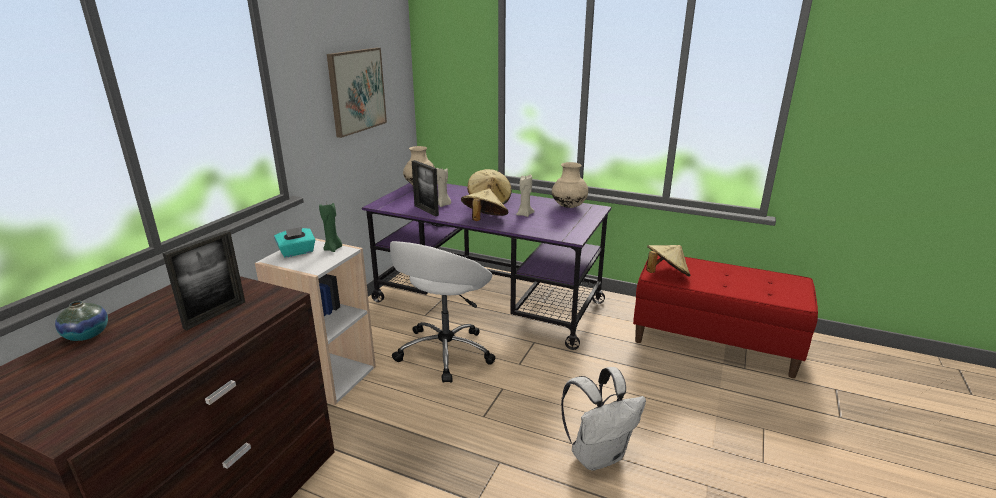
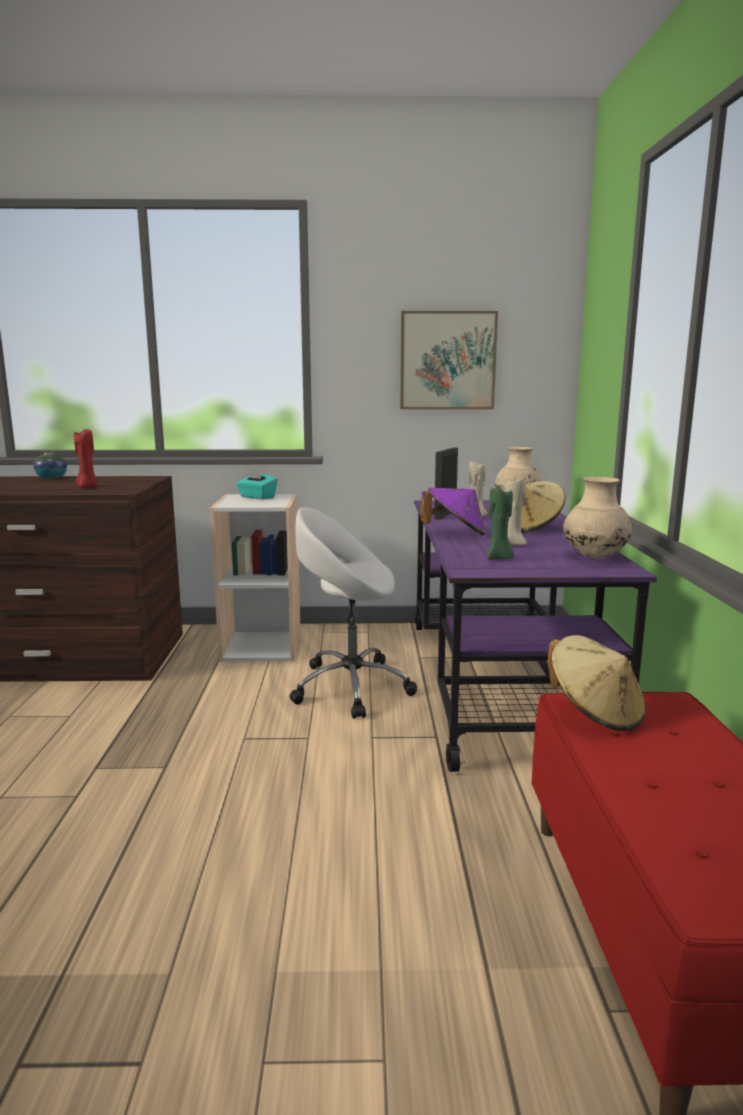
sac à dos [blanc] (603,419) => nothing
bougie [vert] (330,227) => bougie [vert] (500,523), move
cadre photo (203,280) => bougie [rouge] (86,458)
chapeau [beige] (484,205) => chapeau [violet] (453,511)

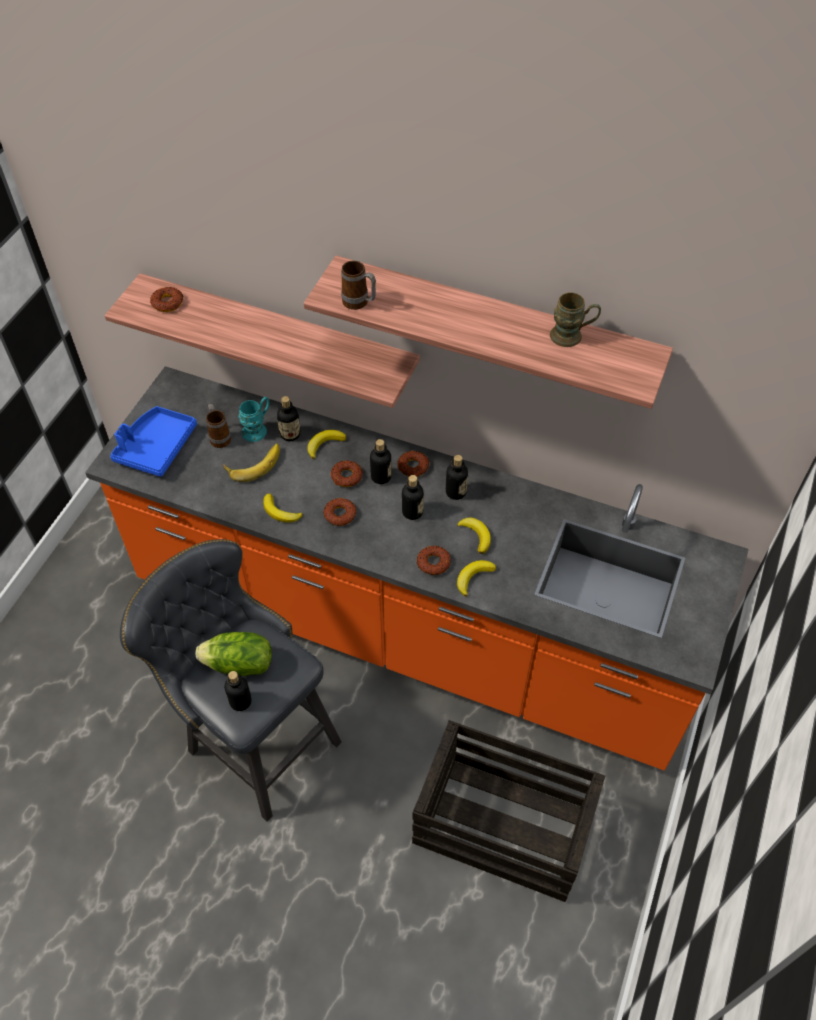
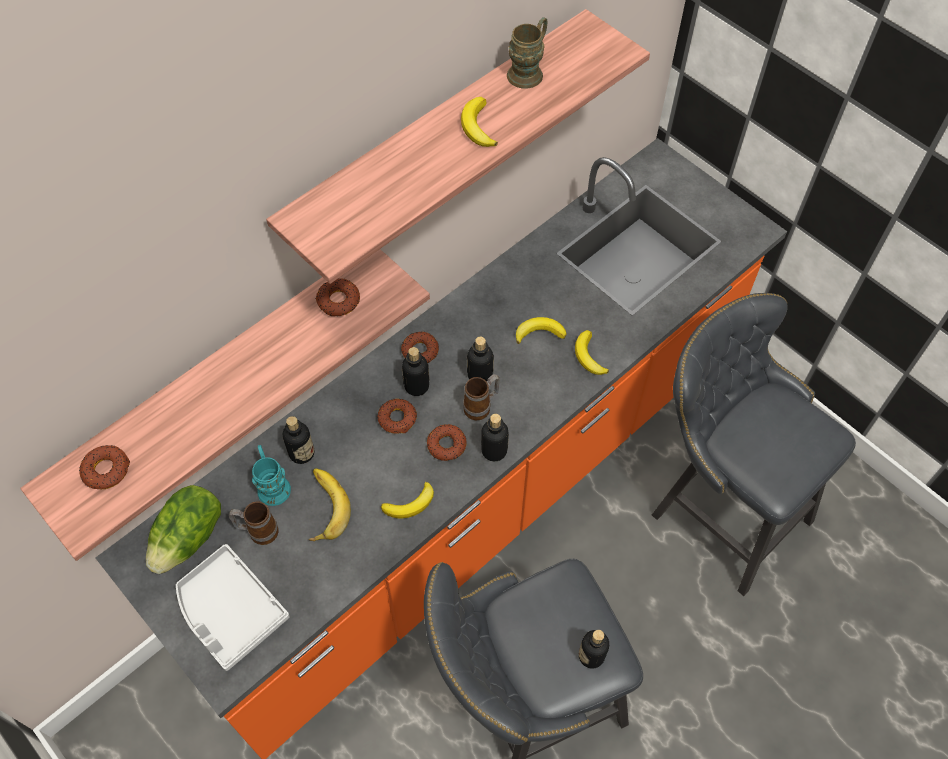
laitue (233,654) => laitue (183,529), move
banane (326,444) => banane (479,122), move
mug (358,285) => mug (481,397), move
beignet (434,560) => beignet (337,297), move
bouteille (457,477) => bouteille (495,437), move
caisse (508,811) => tabouret [gris] (754,444)
plateau [bleu] (153,441) => plateau [gris] (233,607)

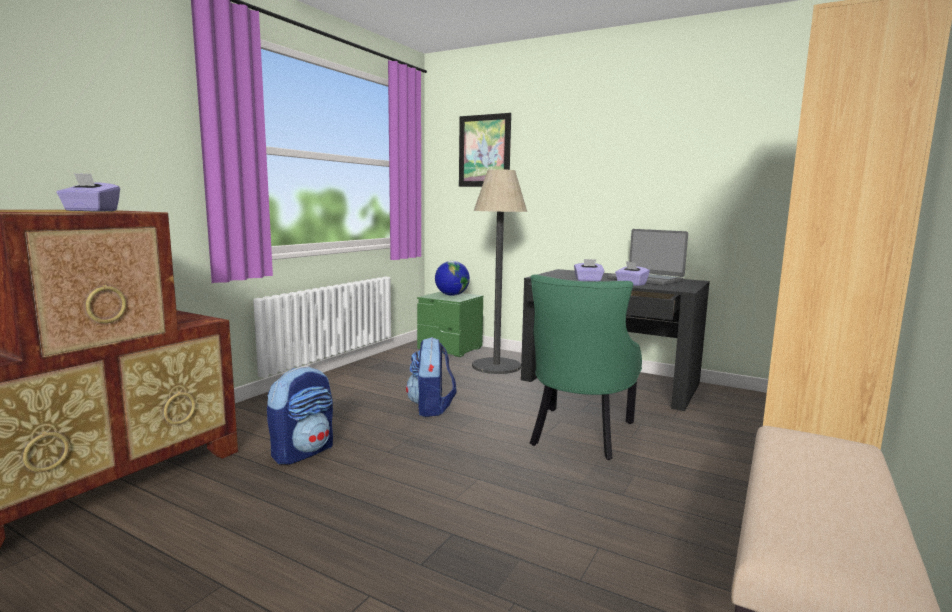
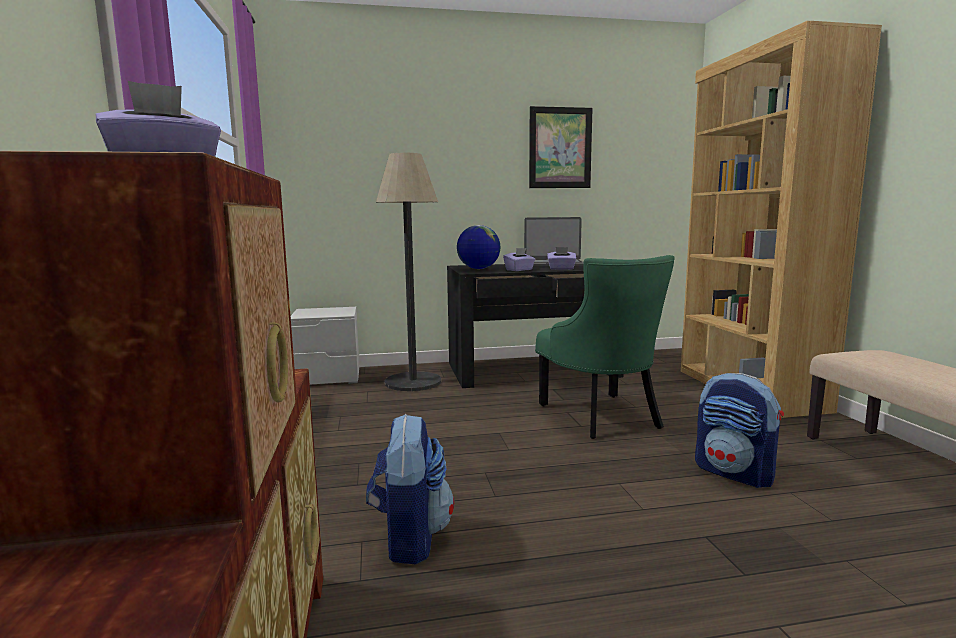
sac à dos (431,377) => sac à dos (739,430), move
globe (452,278) => globe (478,247), move
tableau (485,150) => tableau (561,147), move
table de chevet [vert] (450,324) => table de chevet [blanc] (325,346)

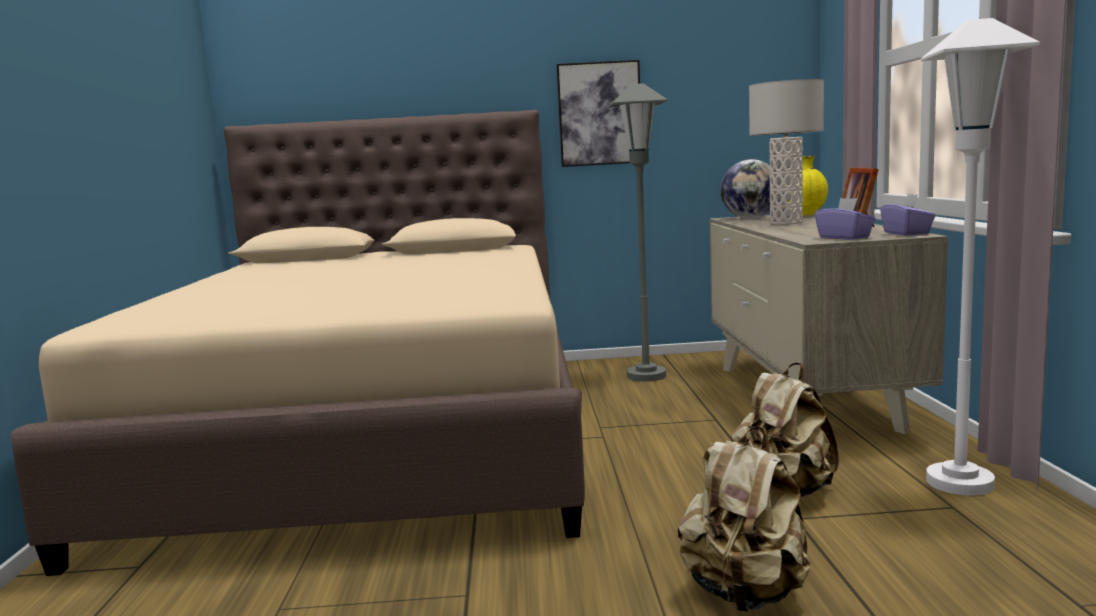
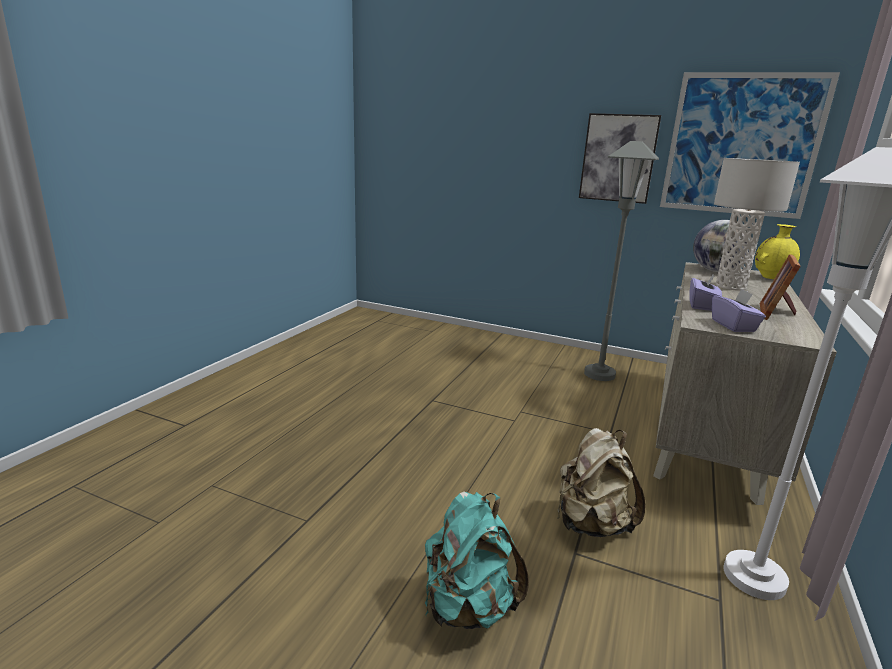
lit [beige] (297,343) => nothing
nothing => tableau (750,145)
boîte à mouchoirs [violet] (908,215) => boîte à mouchoirs [violet] (705,292), move
sac à dos [beige] (744,519) => sac à dos [turquoise] (477,560)

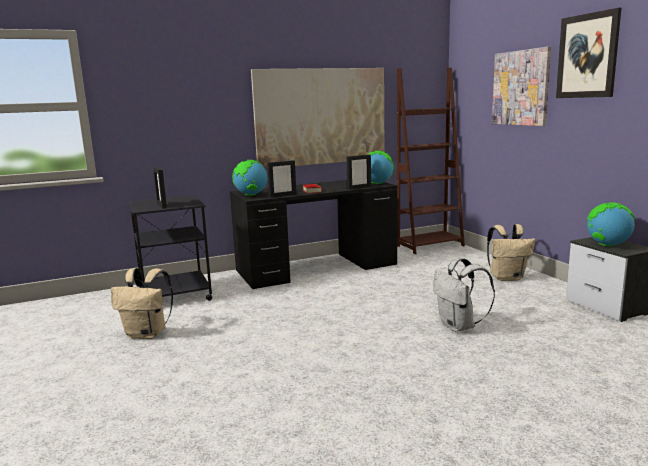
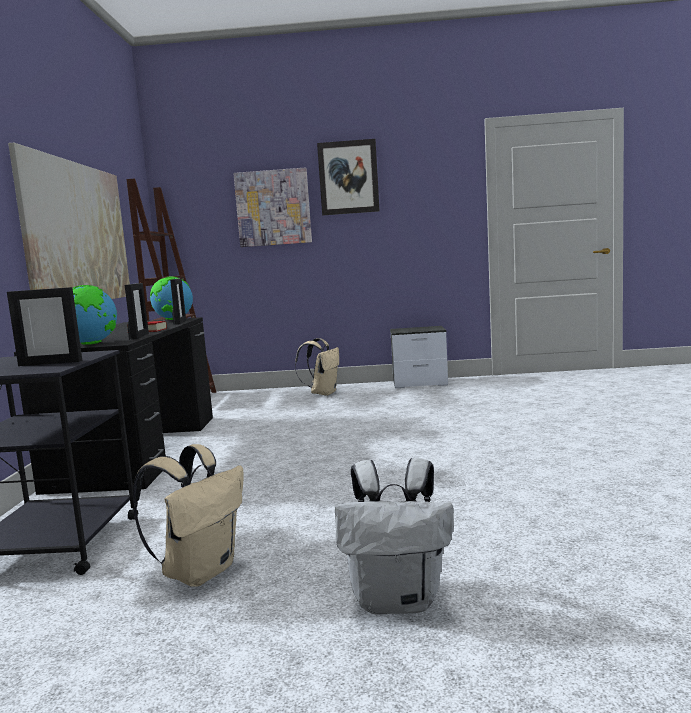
globe (611,224) => nothing
sac à dos [blanc] (464,295) => sac à dos [blanc] (394,536), move

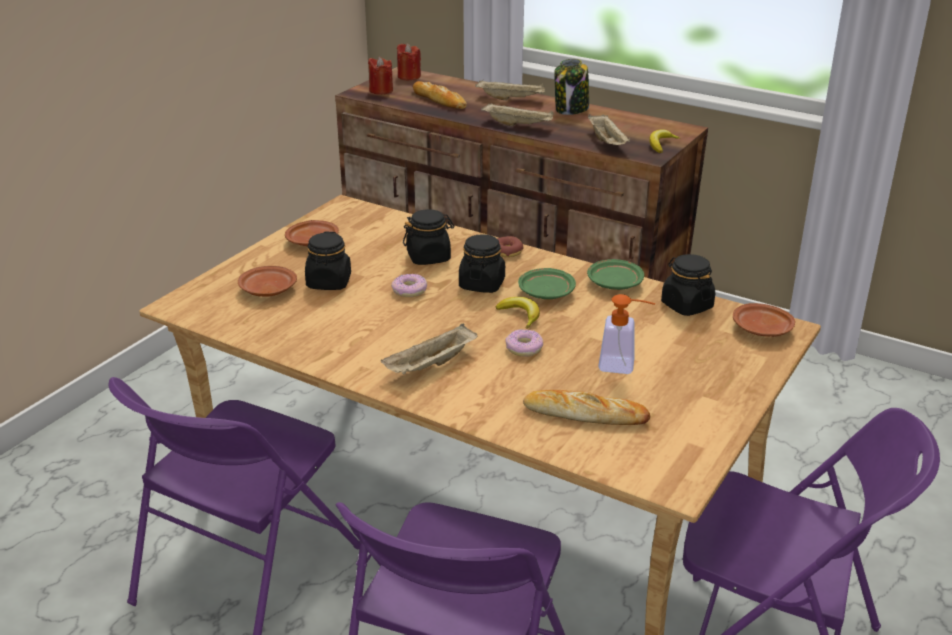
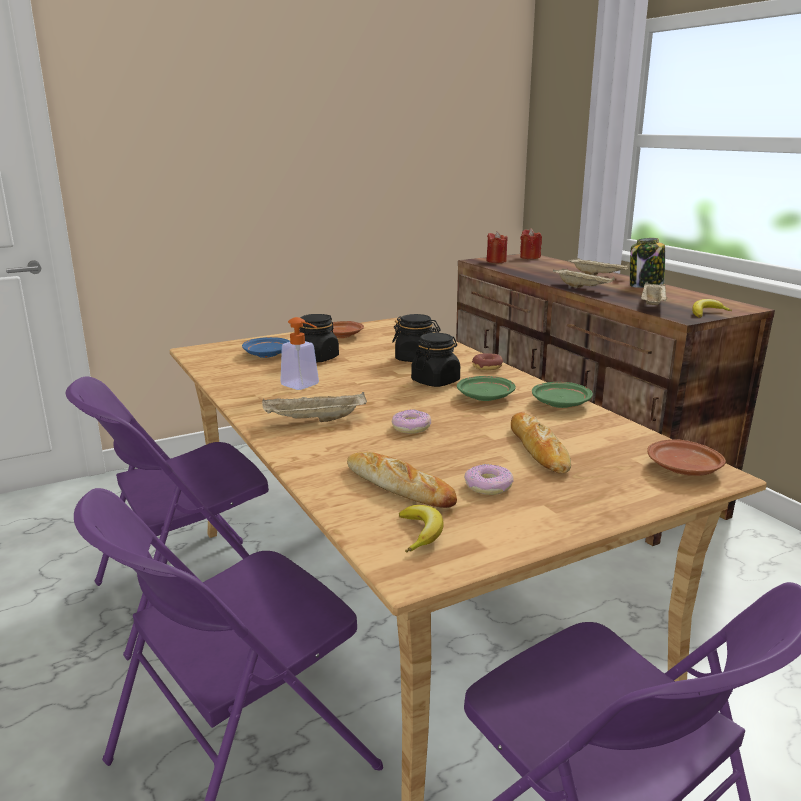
bocal [noir] (688,285) => nothing
beignet (409,285) => beignet (489,479), move
pain (440,95) => pain (541,443), move
banane (518,313) => banane (421,528), move
distributeur de savon (627,334) => distributeur de savon (299,353), move
assiette [marron] (267,281) => assiette [bleu] (266,347)

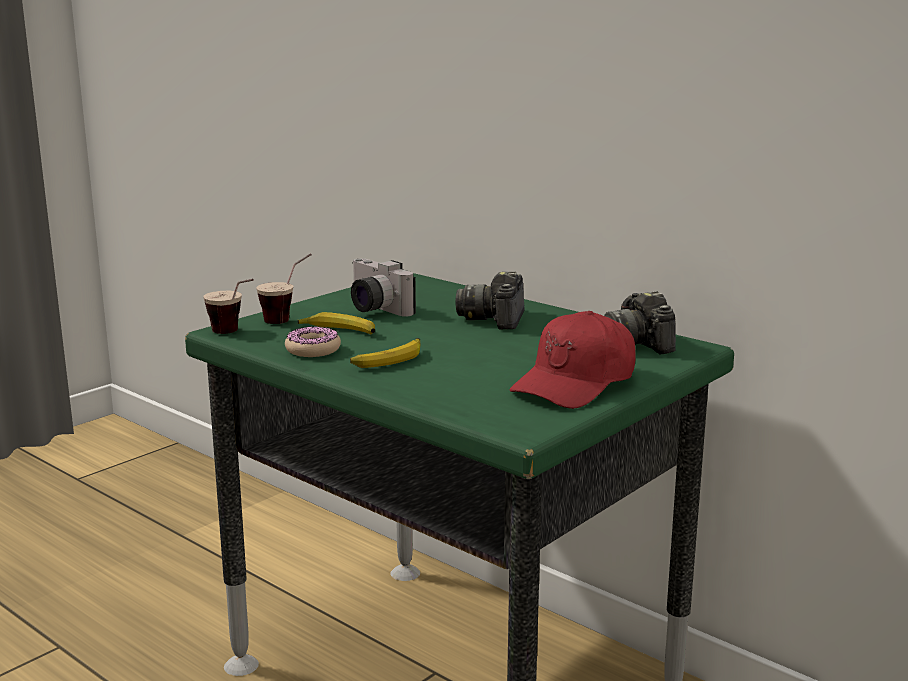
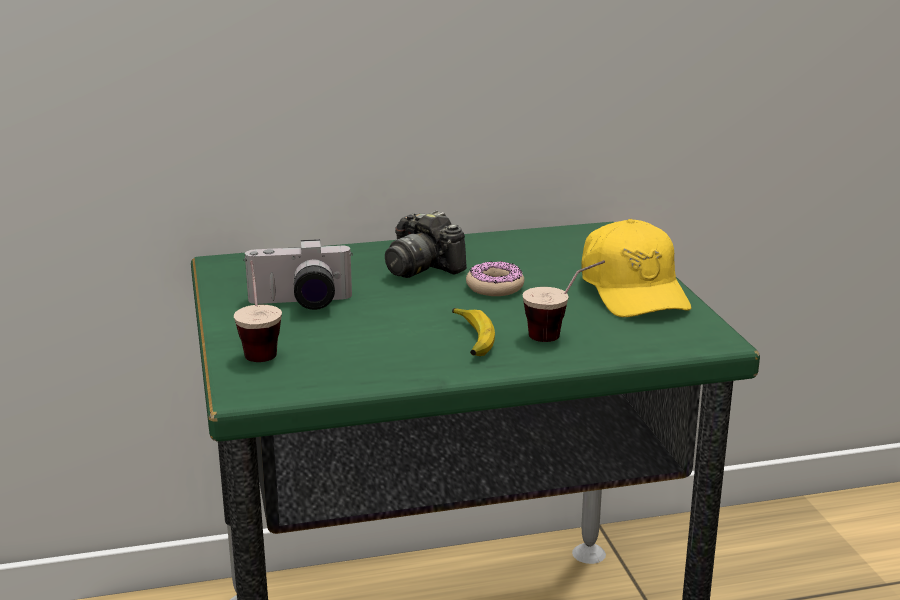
banane (336,323) => nothing
appareil photo (640,323) => nothing
tasse (228,306) => tasse (563,301), move
beignet (313,341) => beignet (495,278), move
casquette [rouge] (573,360) => casquette [jaune] (636,268)

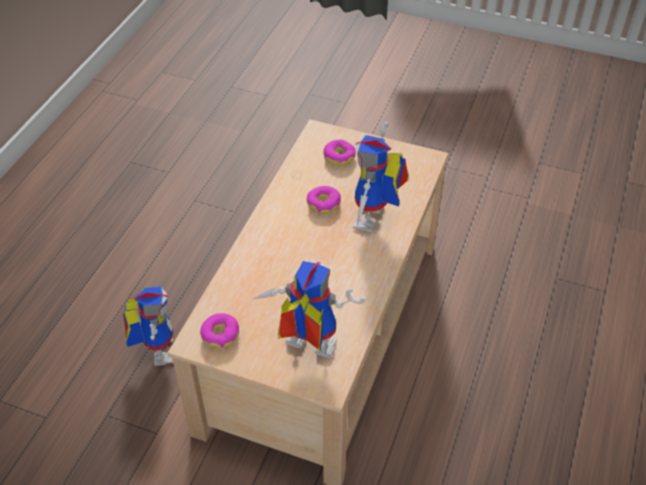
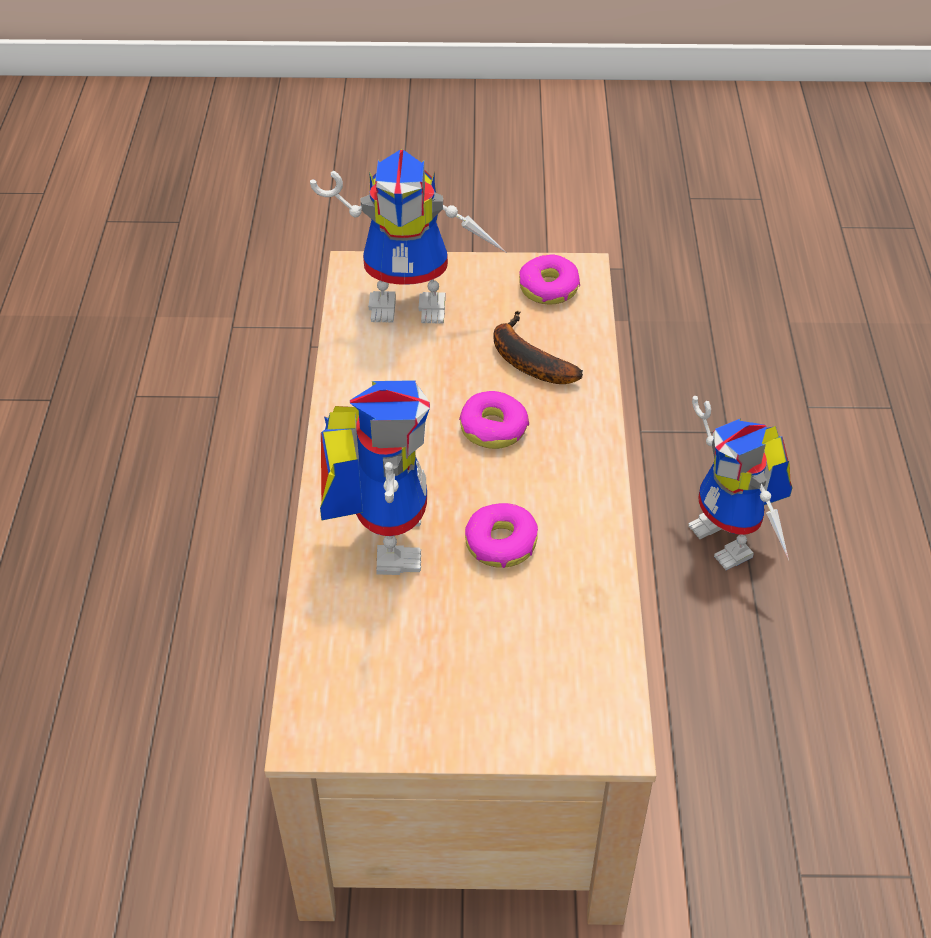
nothing => banane (538,347)
beignet (340,152) => beignet (494,420), move

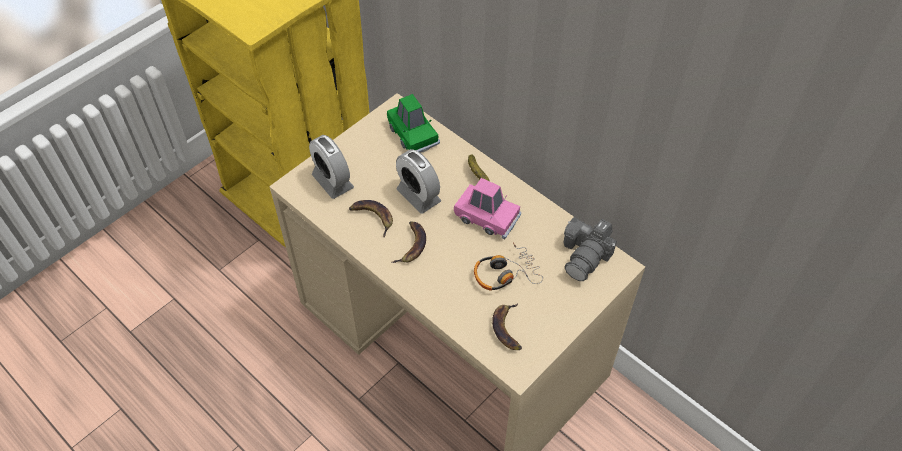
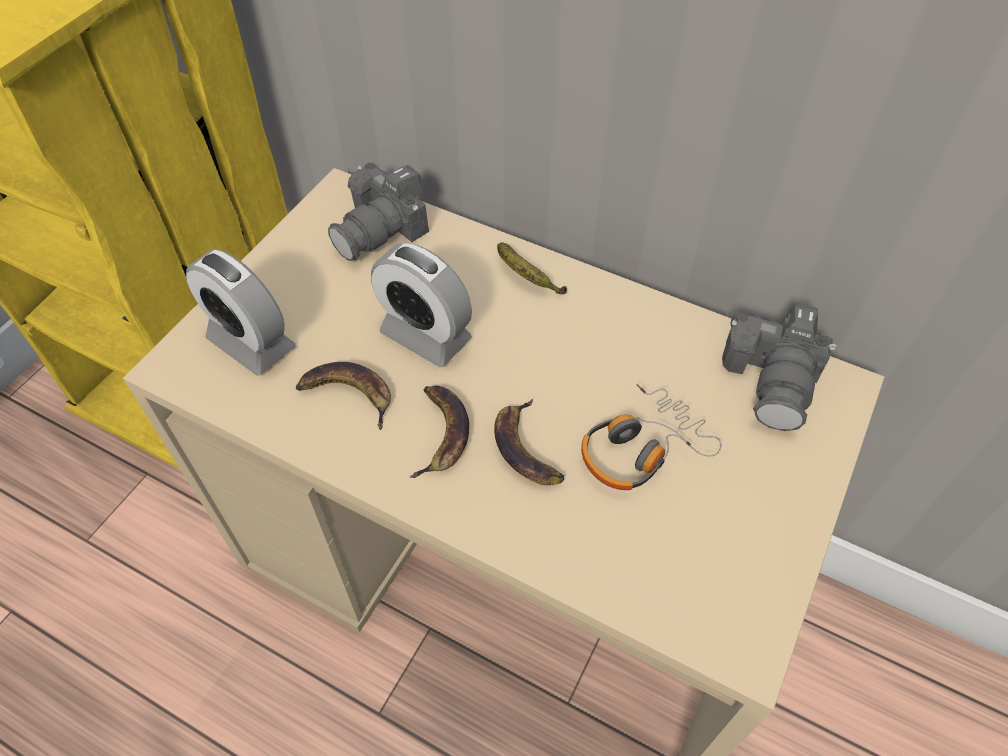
petite voiture [rose] (487,208) => nothing
banane (507,327) => banane (529,442), move
petite voiture [vert] (413,123) => appareil photo (378,212)

